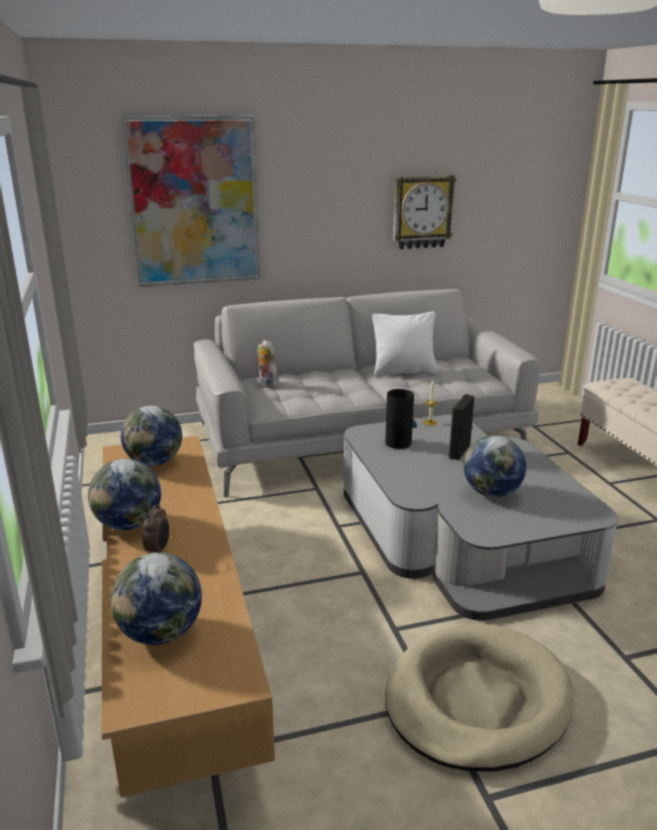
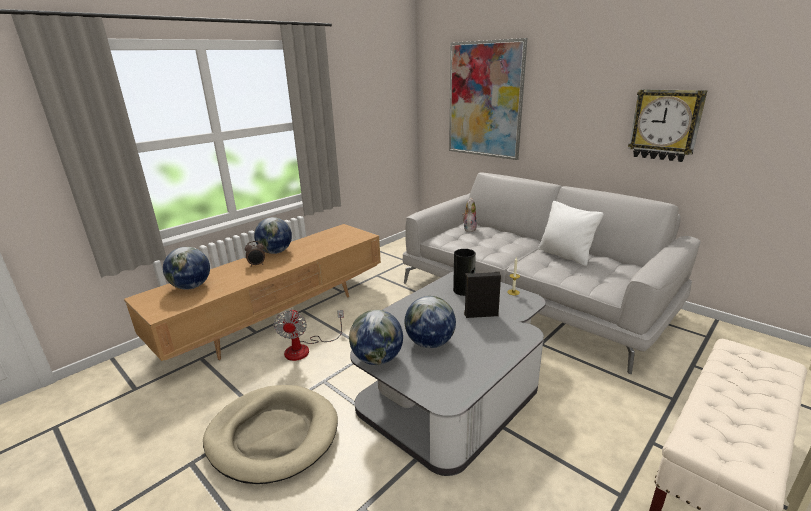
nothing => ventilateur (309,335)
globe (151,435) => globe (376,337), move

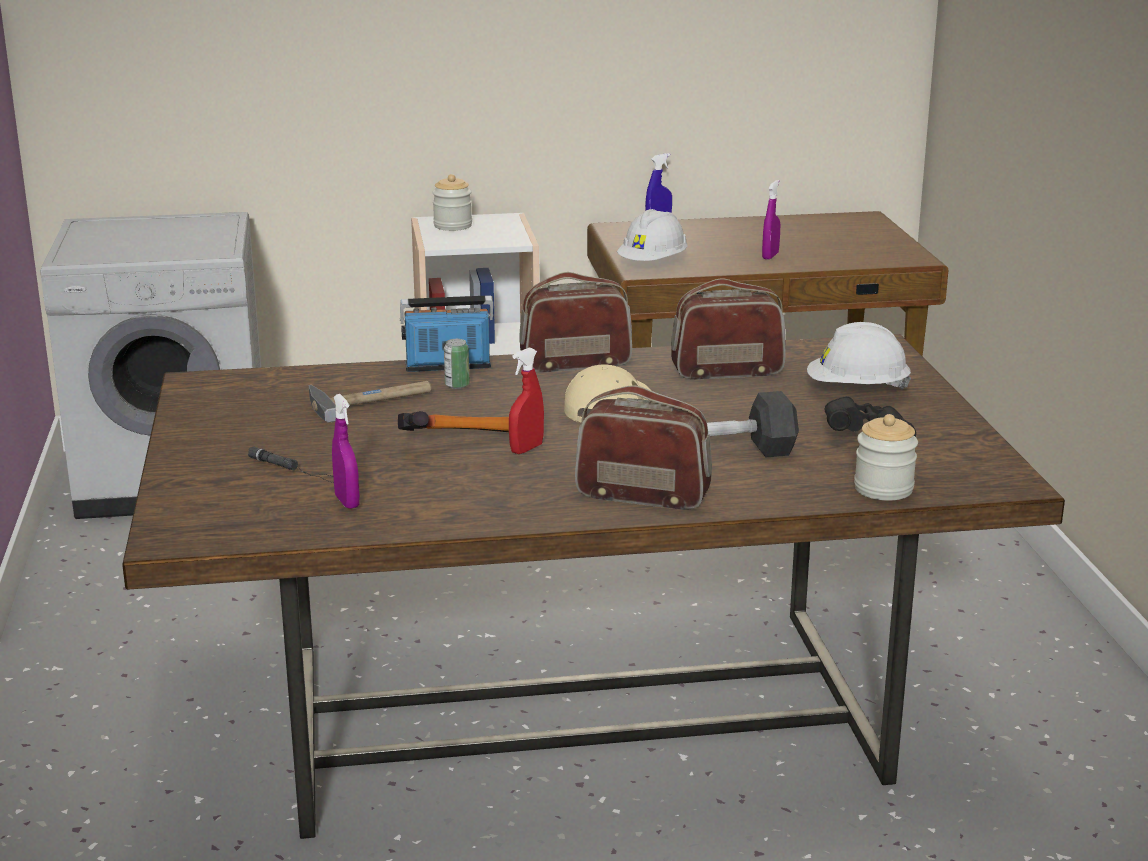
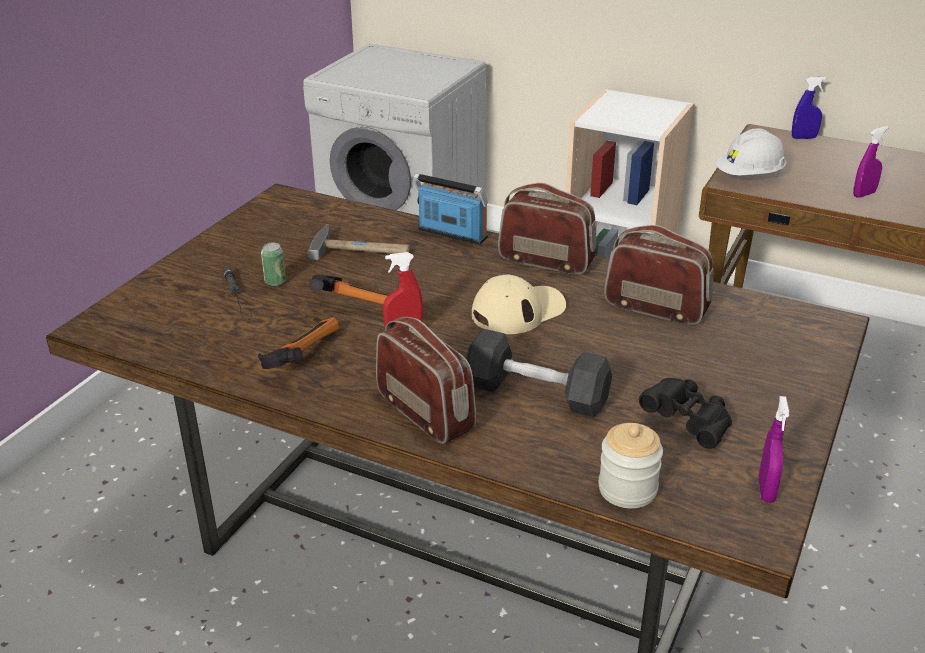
bocal (452,202) => nothing
casque de chantier [blanc] (859,356) => nothing
nothing => marteau (298,343)
vaporisateur [violet] (346,451) => vaporisateur [violet] (773,449), move
boîte métallique (457,364) => boîte métallique (273,264), move

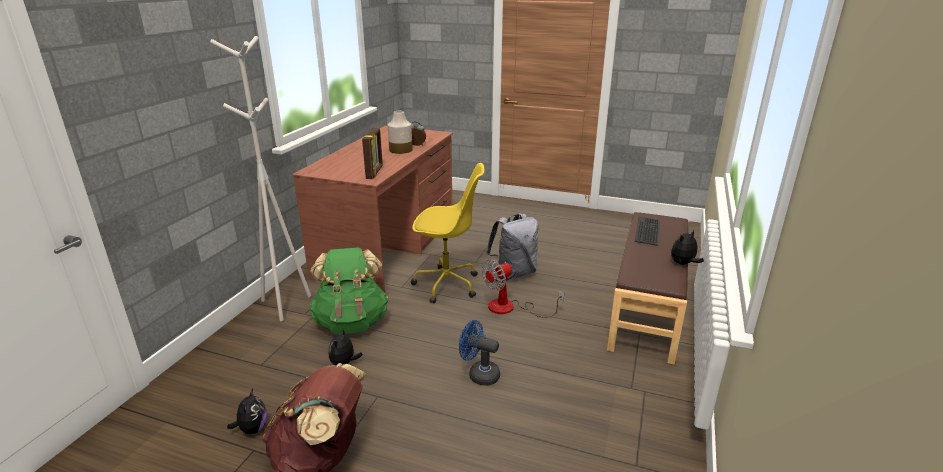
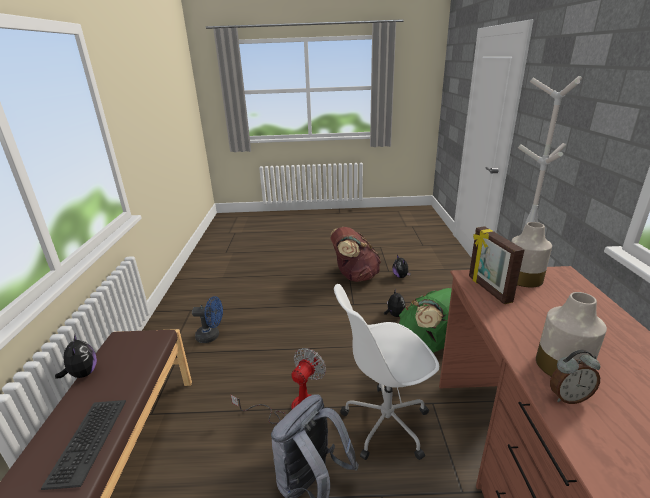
nothing => vase [beige] (531,254)
ventilateur [bleu] (479,353) => ventilateur [bleu] (207,319), move
chaise de bureau [jaune] (447,233) => chaise de bureau [blanc] (386,372)
peluche (687,247) => peluche (76,356), 60 degrees counterclockwise

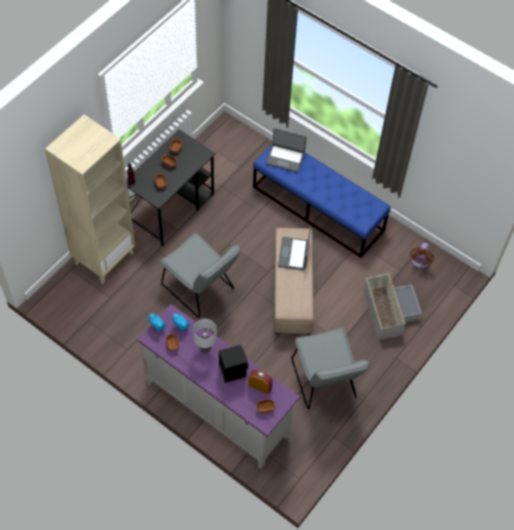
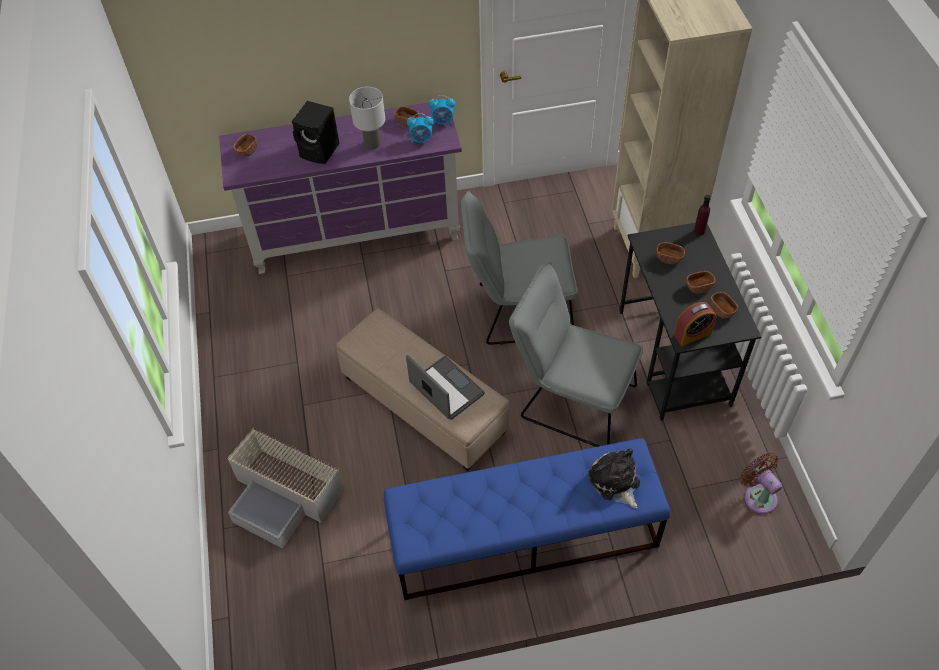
réveil (260,381) => réveil (695,324), move
chaise [gris] (330,368) => chaise [gris] (576,354), move
ventilateur [marron] (422,255) => ventilateur [marron] (761,483), move
ordinateur portable (286,150) => peluche (614,478)

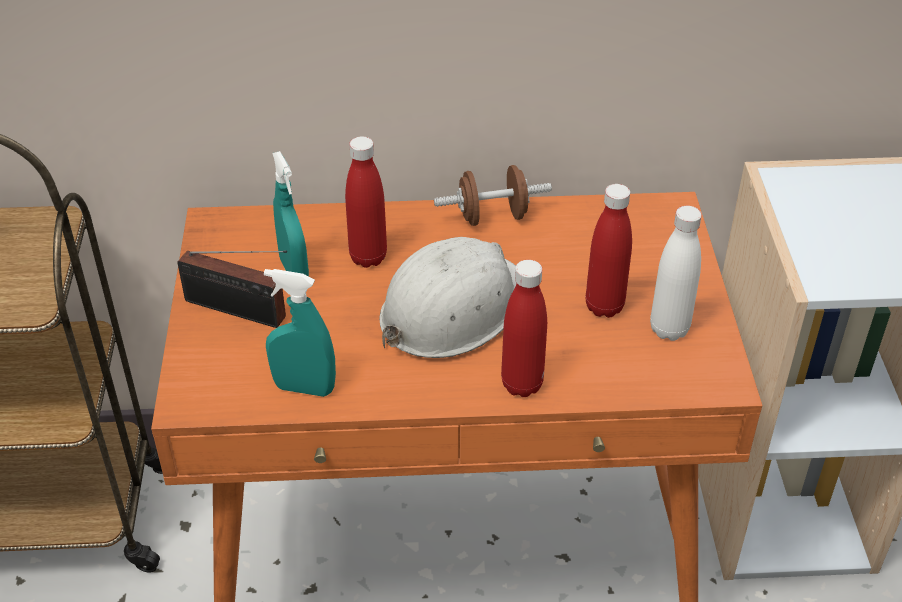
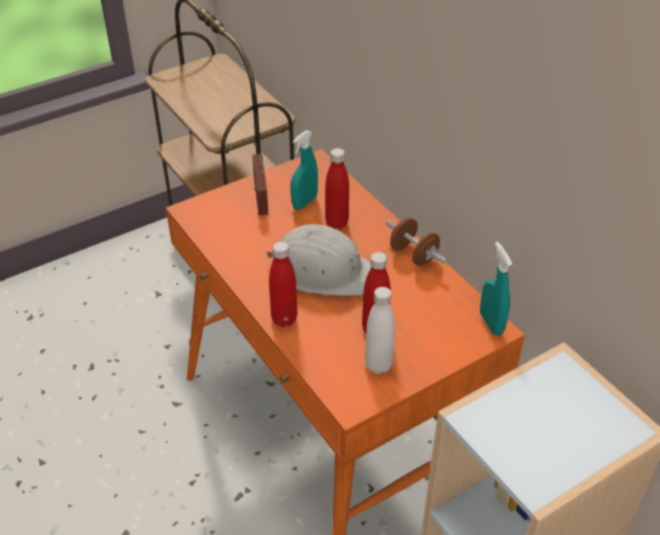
vaporisateur [turquoise] (300,333) => vaporisateur [turquoise] (496,288), move

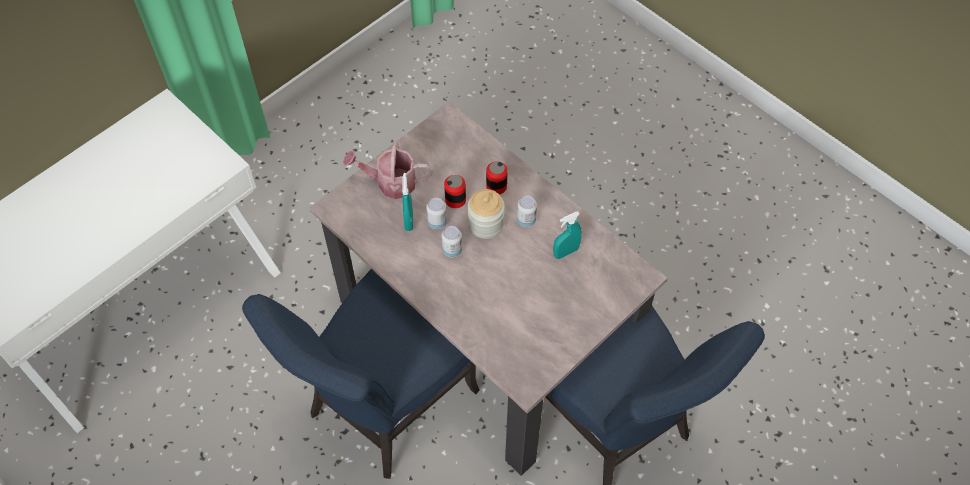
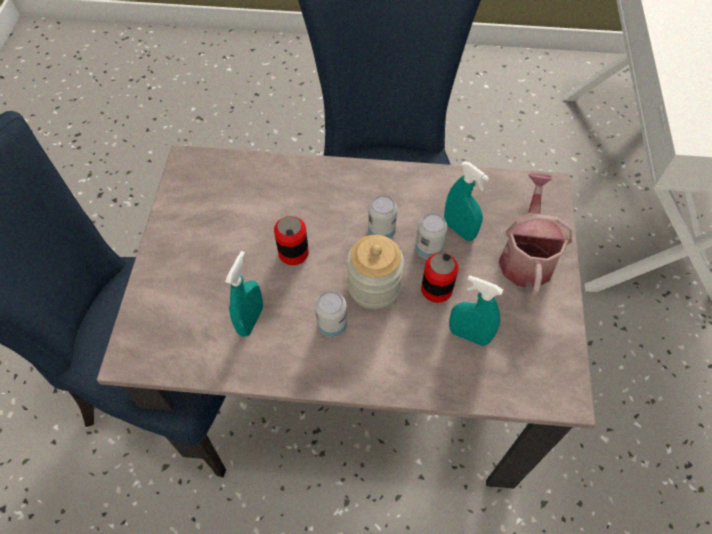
nothing => vaporisateur [turquoise] (476,310)
boîte métallique (497,178) => boîte métallique (291,240), move
arrosoir (388,170) => arrosoir (535,234), 45 degrees counterclockwise

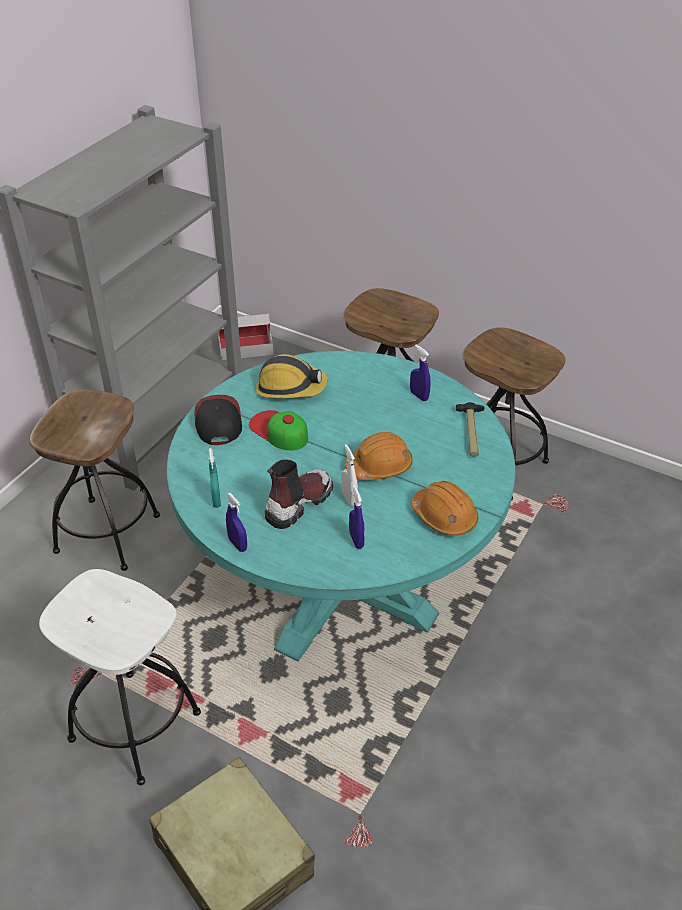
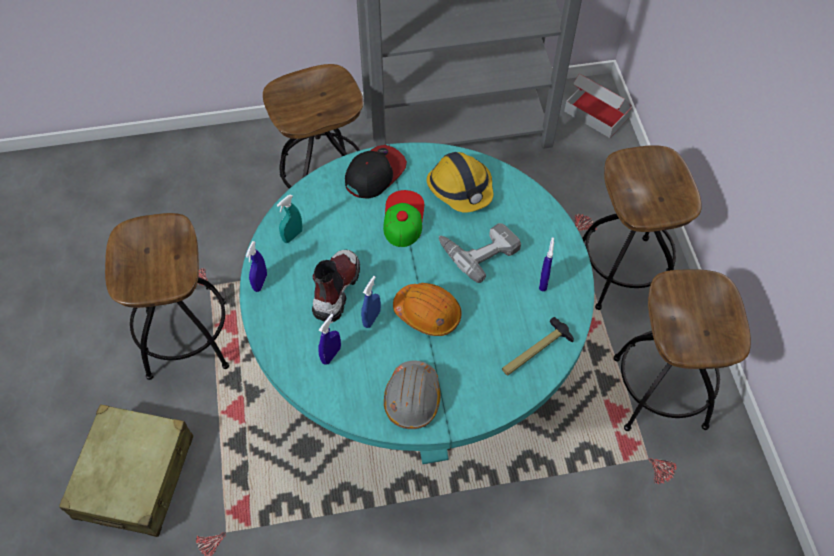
nothing => perceuse (480,253)
tabouret [blanc] (120,677) => tabouret [marron] (167,296)
vaporisateur [blanc] (349,475) => vaporisateur [bleu] (371,302)
casque de chantier [orange] (444,508) => casque de chantier [gris] (412,395)
botte (299,494) => botte (336,286), 75 degrees counterclockwise

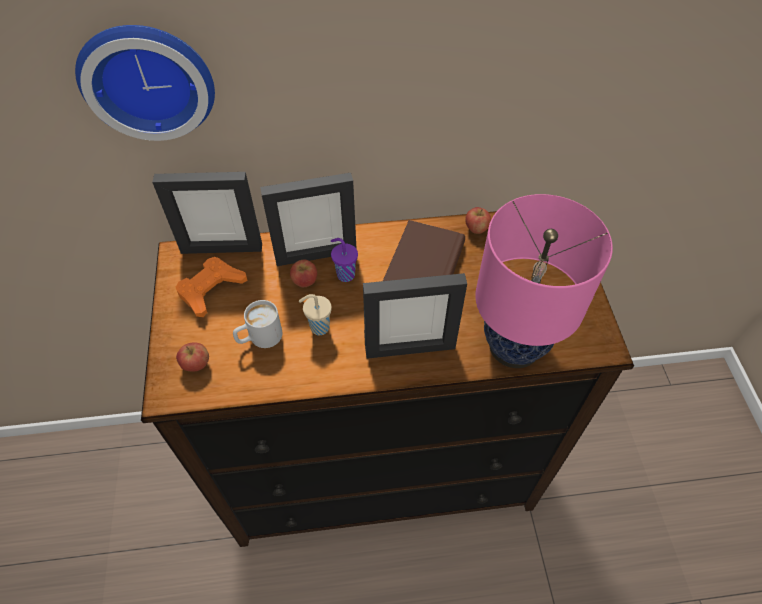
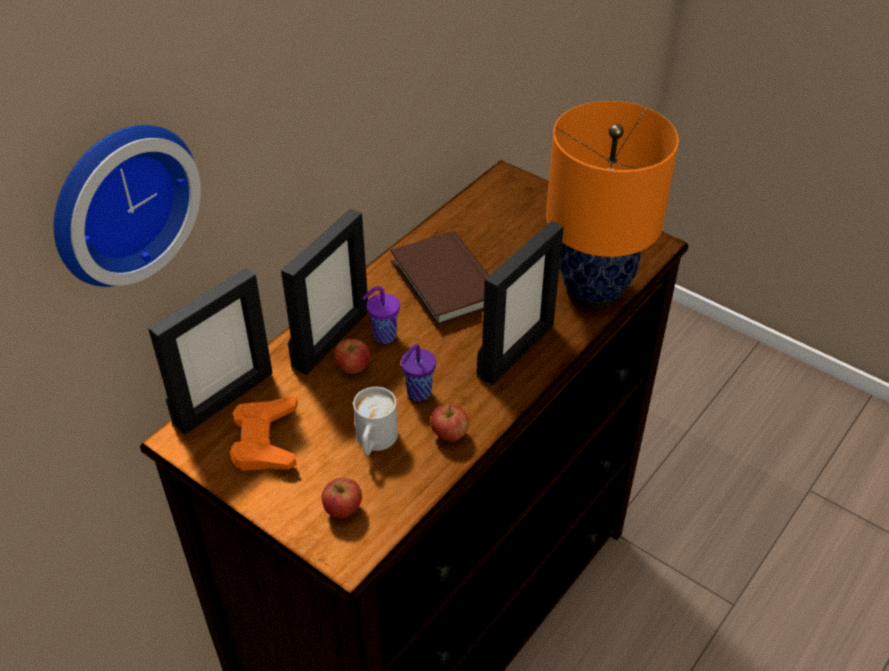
pomme (478,220) => pomme (449,423), move
tasse [beige] (315,314) => tasse [violet] (418,372)
lampe de table [rose] (544,281) => lampe de table [orange] (612,205)

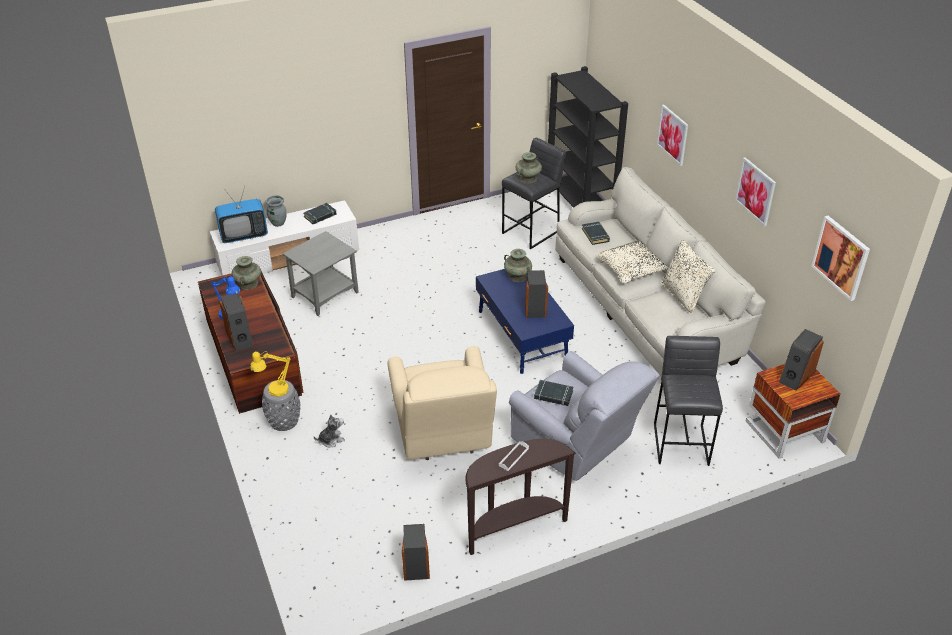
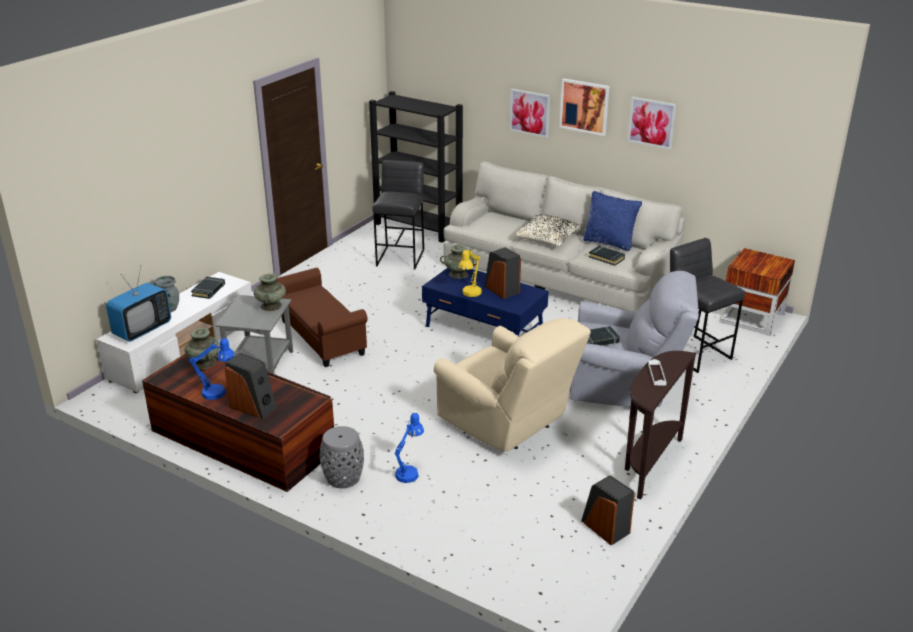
enceinte (801,359) => nothing
nothing => pouf [marron] (322,317)
lampe de table [jaune] (270,374) => lampe de table [jaune] (470,273), move
vase [turquoise] (529,167) => vase [turquoise] (270,292), move
livre [noir] (596,233) => livre [noir] (607,256), move
tableau (840,258) => tableau (584,107), move
peluche (329,430) => lampe de table [bleu] (409,448)
coussin [beige] (688,276) => coussin [bleu] (612,221)

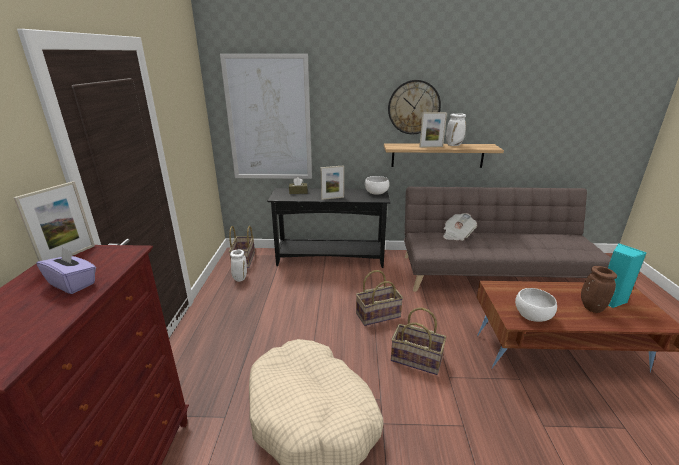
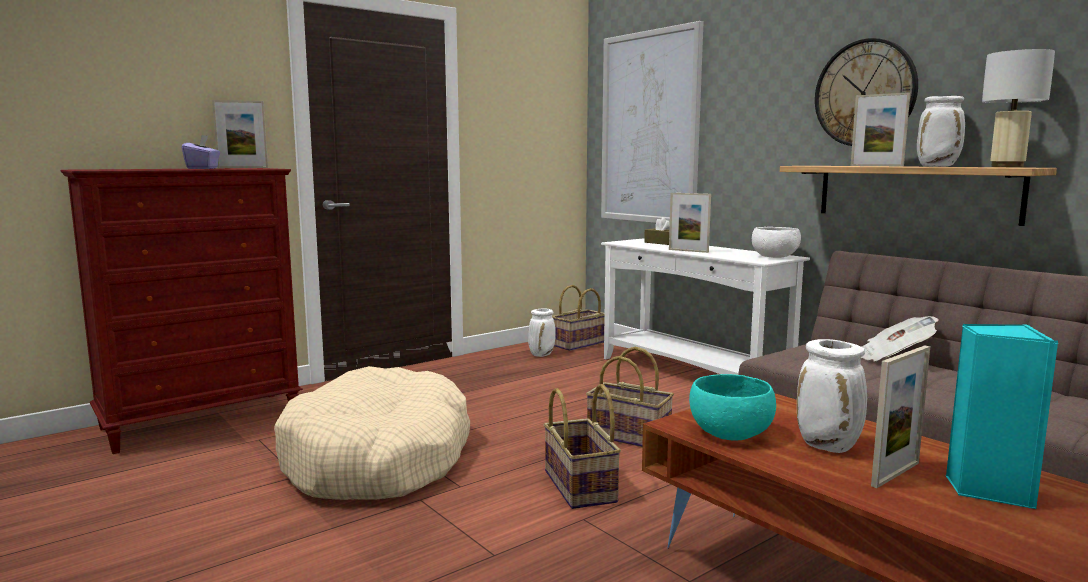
nothing => vase [blanc] (832,396)
nothing => lampe de table [blanc] (1018,108)
vase [marron] (599,289) => cadre photo (900,416)
table console [noir] (329,228) => table console [blanc] (705,306)
bol [blanc] (536,305) => bol [turquoise] (732,407)

